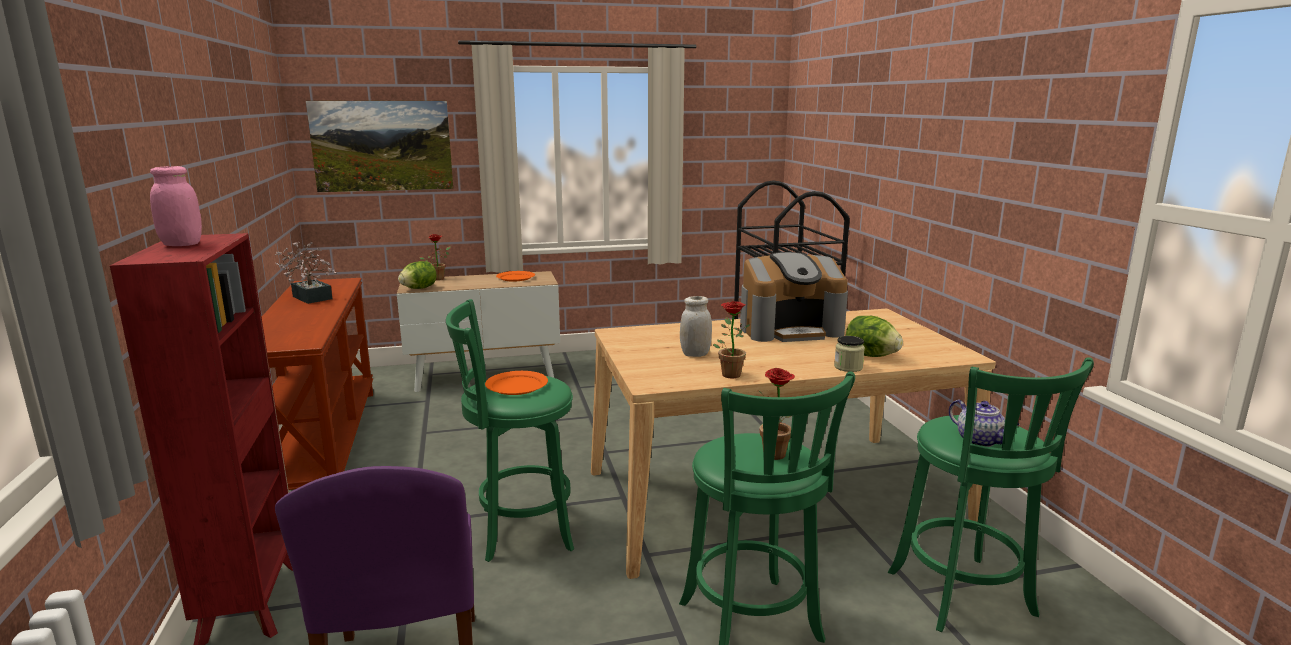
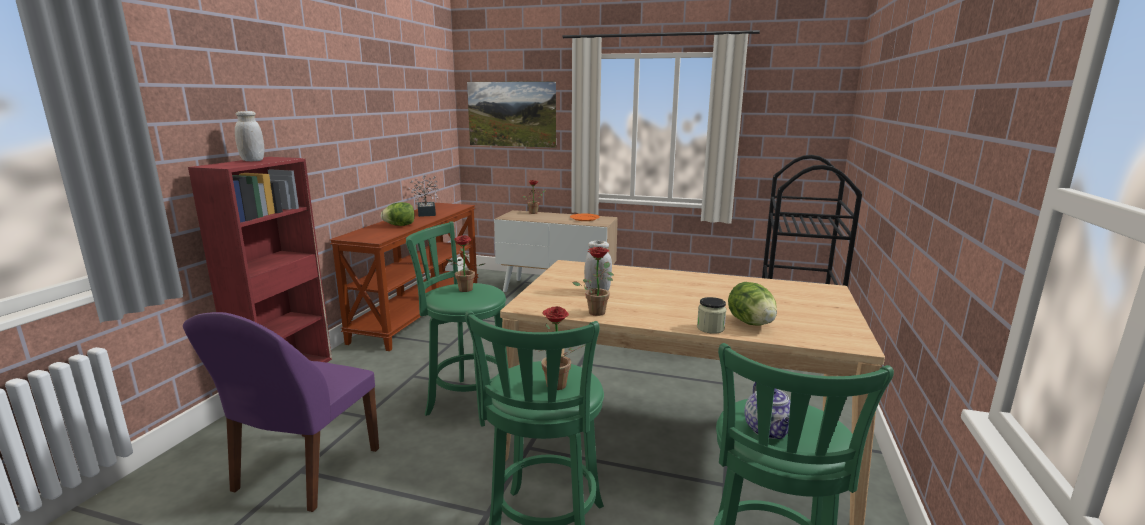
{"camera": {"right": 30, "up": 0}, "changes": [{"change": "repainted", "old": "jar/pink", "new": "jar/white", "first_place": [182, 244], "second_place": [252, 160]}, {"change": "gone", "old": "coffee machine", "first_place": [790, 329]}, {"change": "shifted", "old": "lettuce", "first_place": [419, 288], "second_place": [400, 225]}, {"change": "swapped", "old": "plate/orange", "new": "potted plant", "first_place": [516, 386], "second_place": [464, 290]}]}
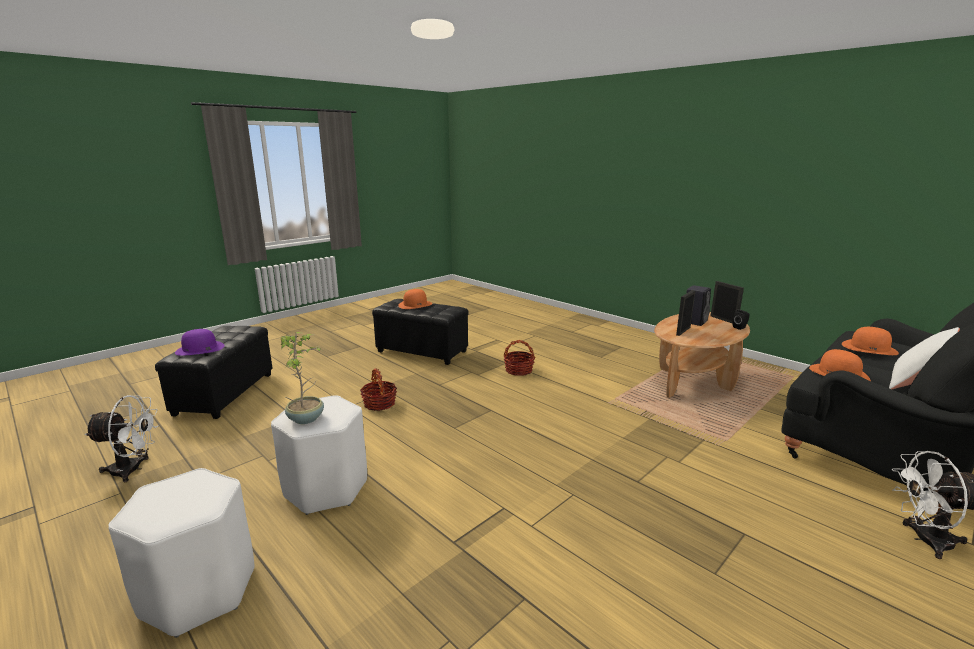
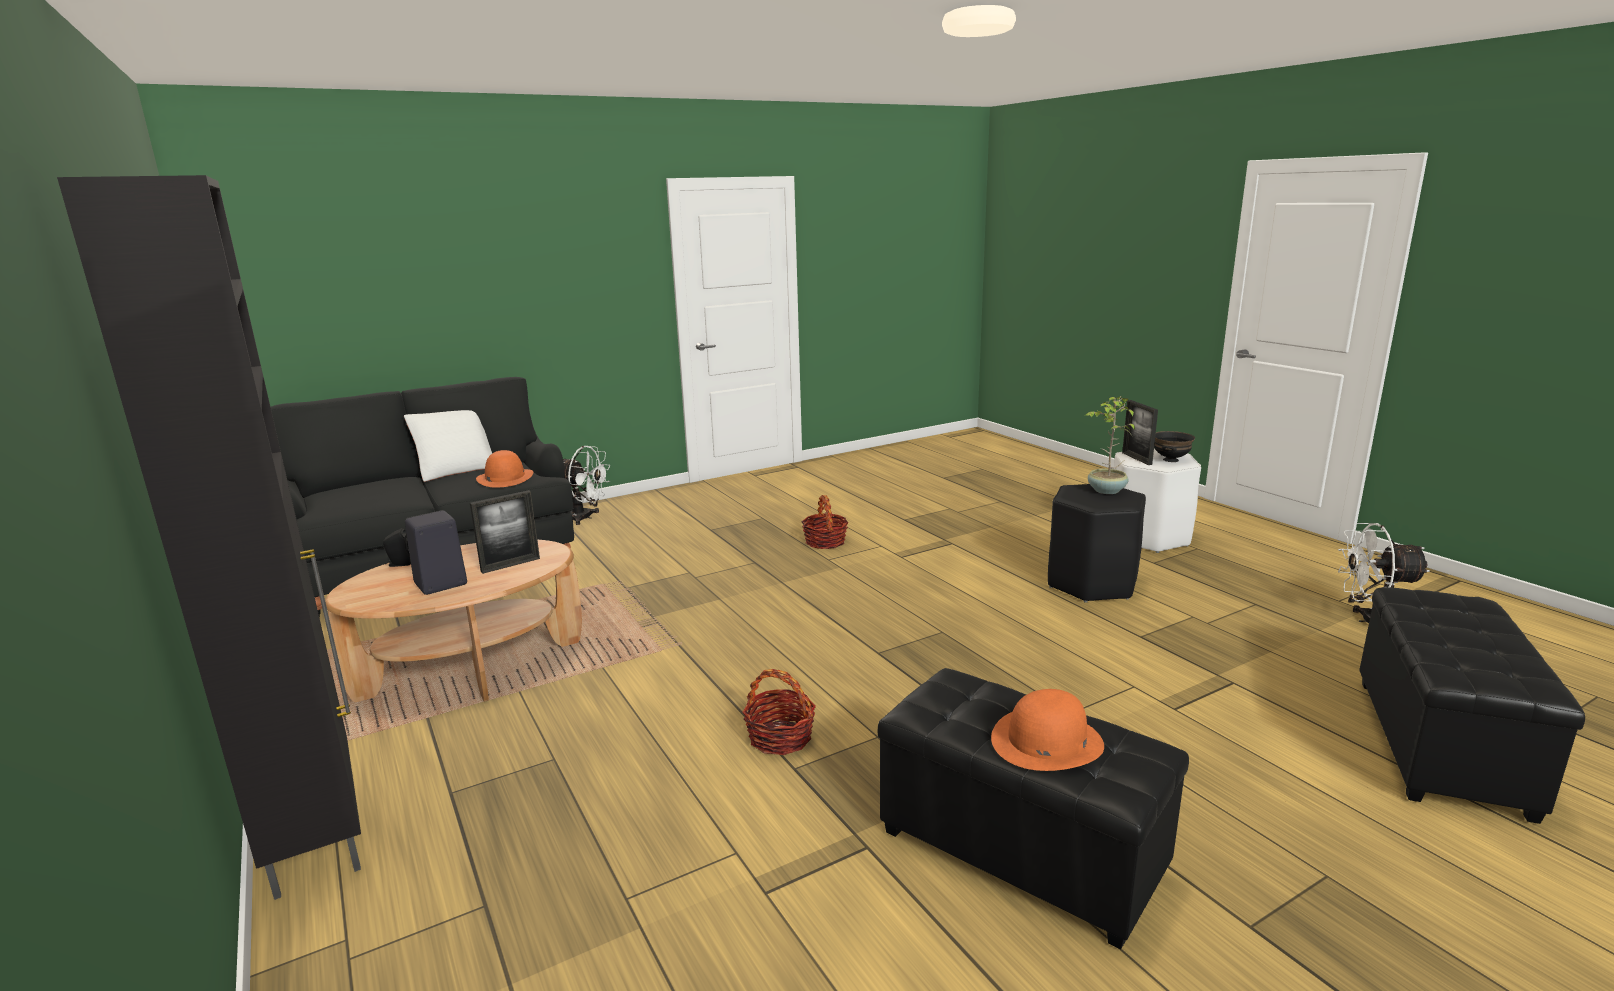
{"camera": {"right": -165, "up": 0}, "changes": [{"change": "shifted", "old": "picture frame", "first_place": [723, 320], "second_place": [1136, 458]}, {"change": "gone", "old": "hat/orange", "first_place": [869, 348]}, {"change": "gone", "old": "hat/purple", "first_place": [199, 349]}, {"change": "shifted", "old": "basket", "first_place": [379, 403], "second_place": [825, 542]}, {"change": "repainted", "old": "stool/white", "new": "stool/black", "first_place": [326, 488], "second_place": [1092, 584]}, {"change": "new", "new": "cabinet/black", "second_place": [316, 828]}, {"change": "new", "new": "bowl/black", "second_place": [1171, 460]}]}
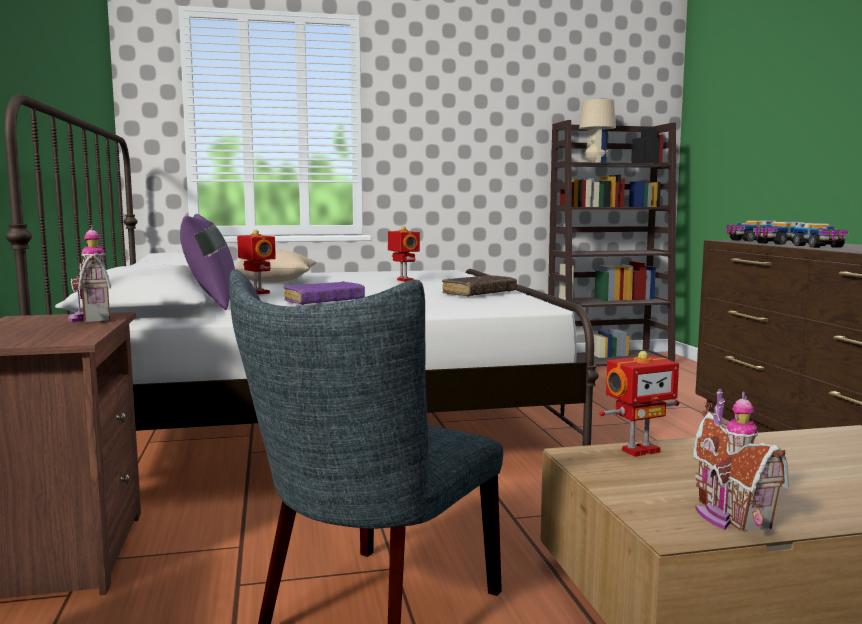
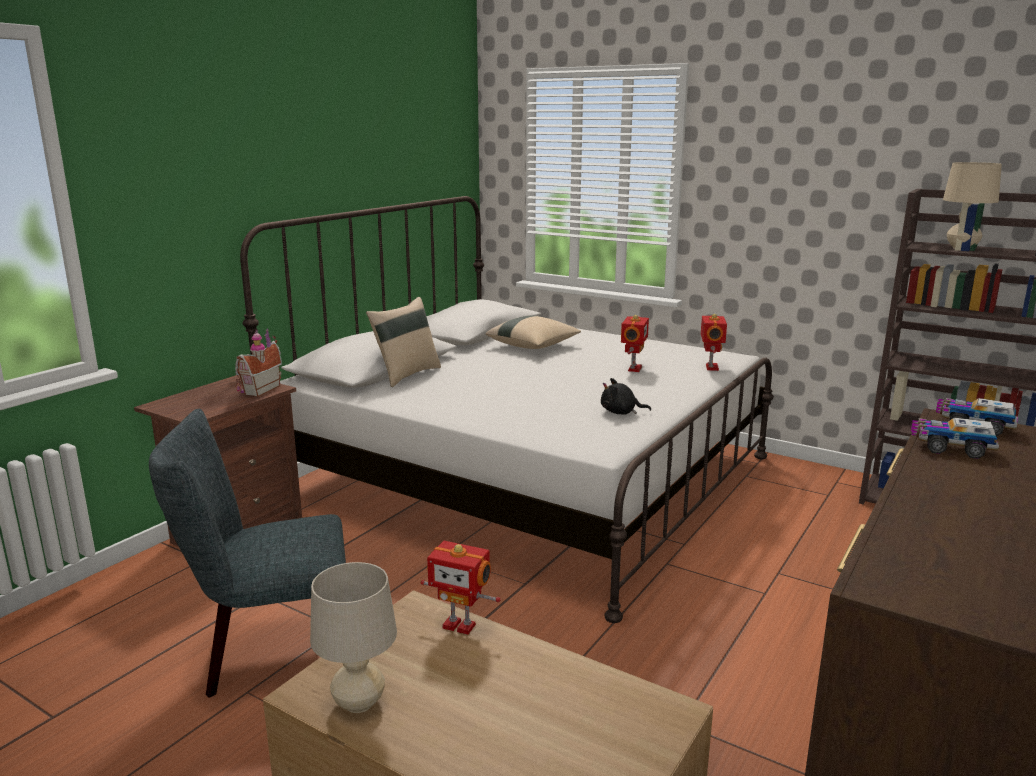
{"camera": {"right": 45, "up": 10}, "changes": [{"change": "repainted", "old": "pillow/purple", "new": "pillow/beige", "first_place": [211, 304], "second_place": [406, 374]}, {"change": "gone", "old": "toy truck", "first_place": [818, 246]}, {"change": "shifted", "old": "toy robot", "first_place": [258, 293], "second_place": [710, 367]}, {"change": "swapped", "old": "book/brown", "new": "plush toy/black", "first_place": [479, 293], "second_place": [621, 412]}, {"change": "gone", "old": "book/purple", "first_place": [324, 301]}, {"change": "swapped", "old": "toy house", "new": "table lamp/beige", "first_place": [727, 516], "second_place": [359, 703]}]}
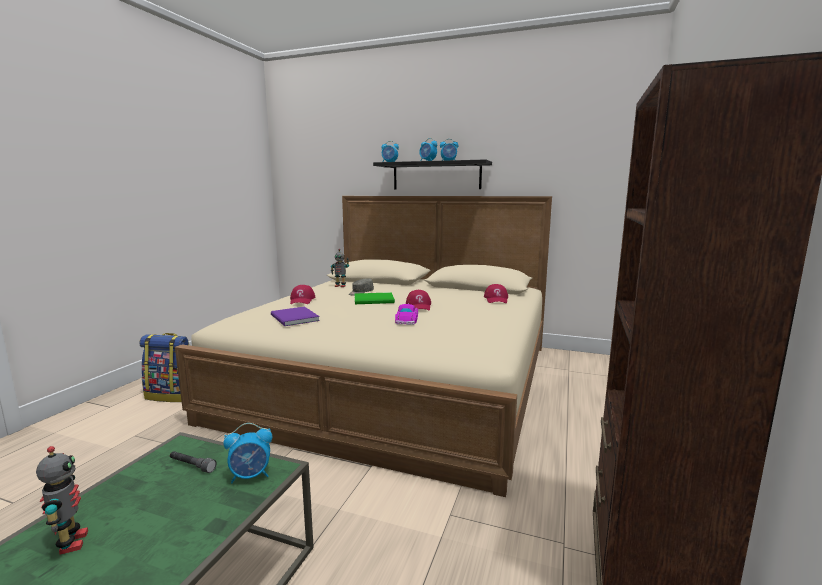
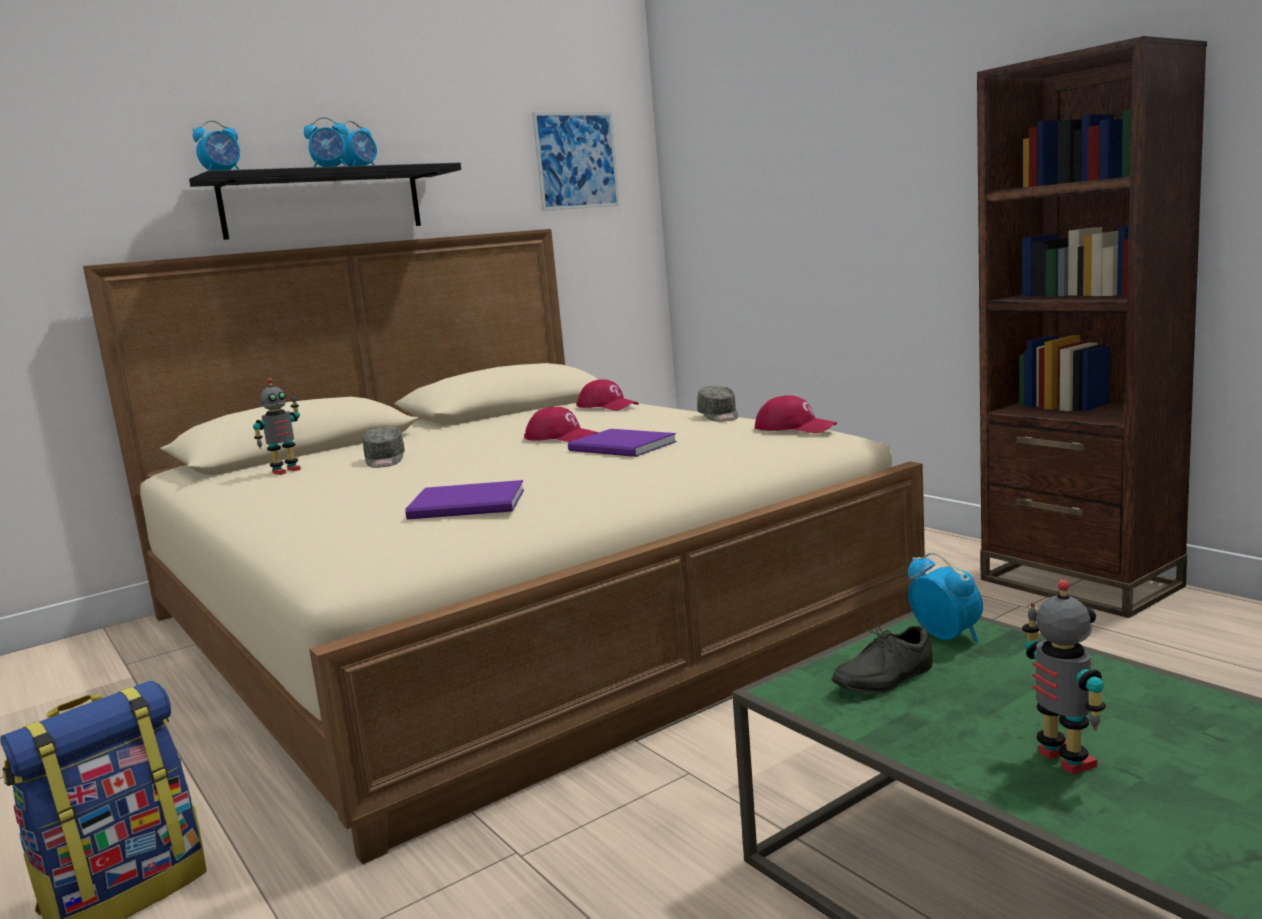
{"camera": {"right": -55, "up": 0}, "changes": [{"change": "shifted", "old": "cap/red", "first_place": [302, 300], "second_place": [795, 428]}, {"change": "gone", "old": "book/green", "first_place": [375, 300]}, {"change": "swapped", "old": "toy car", "new": "book/purple", "first_place": [406, 319], "second_place": [623, 447]}, {"change": "rotated", "old": "alarm clock", "first_place": [251, 476], "second_place": [946, 636], "degrees": -45}, {"change": "rotated", "old": "toy robot", "first_place": [71, 543], "second_place": [1063, 761], "degrees": 60}, {"change": "swapped", "old": "flashlight/grey", "new": "shoe/grey", "first_place": [192, 466], "second_place": [881, 677]}, {"change": "new", "new": "picture", "second_place": [576, 160]}, {"change": "new", "new": "cap/grey", "second_place": [719, 416]}]}
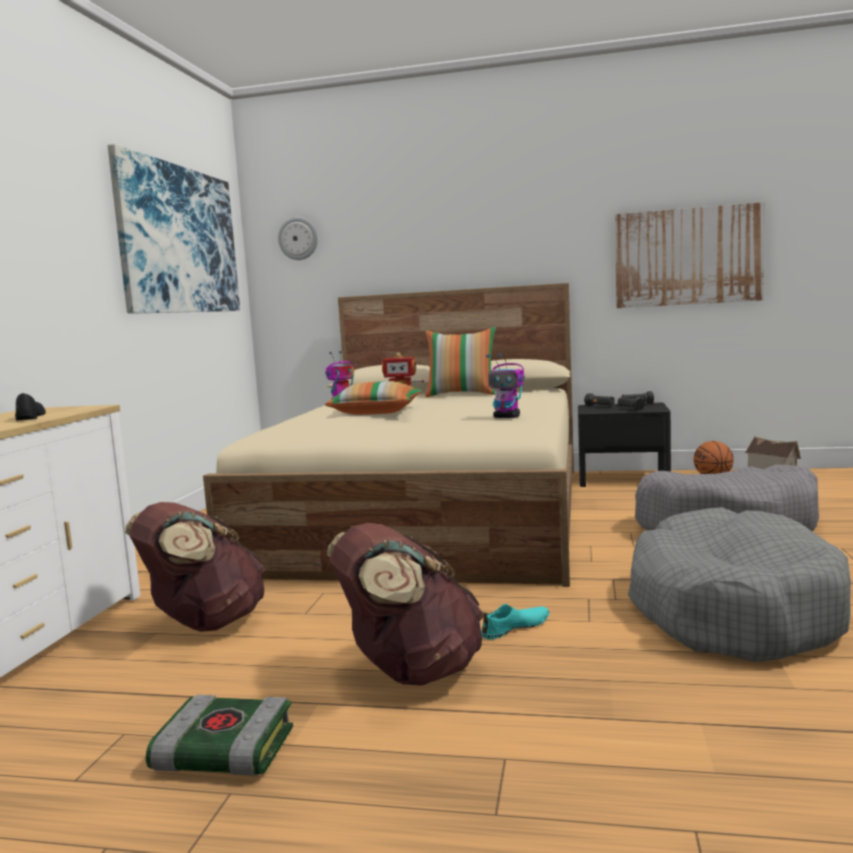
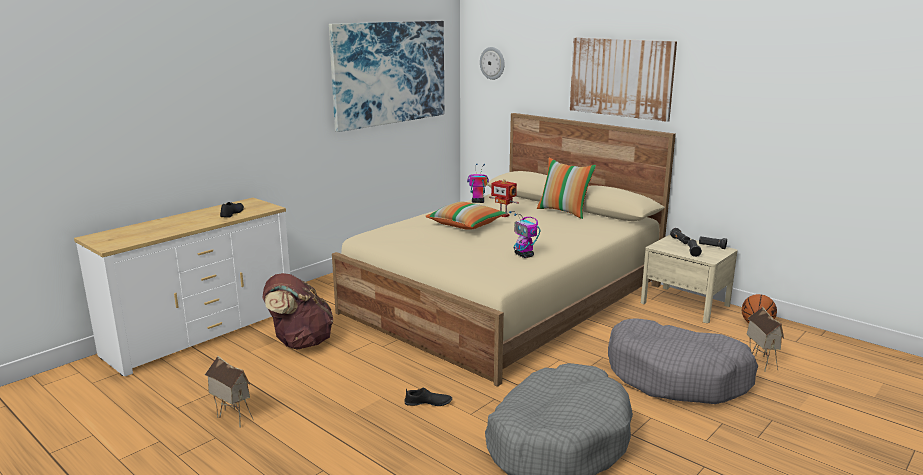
{"camera": {"right": 30, "up": 10}, "changes": [{"change": "shifted", "old": "picture", "first_place": [688, 257], "second_place": [620, 78]}, {"change": "repainted", "old": "nightstand/black", "new": "nightstand/beige", "first_place": [623, 478], "second_place": [685, 304]}, {"change": "gone", "old": "backpack/brown", "first_place": [409, 672]}, {"change": "repainted", "old": "shoe/turquoise", "new": "shoe/black", "first_place": [515, 628], "second_place": [428, 403]}, {"change": "swapped", "old": "book", "new": "toy house", "first_place": [222, 753], "second_place": [232, 418]}]}
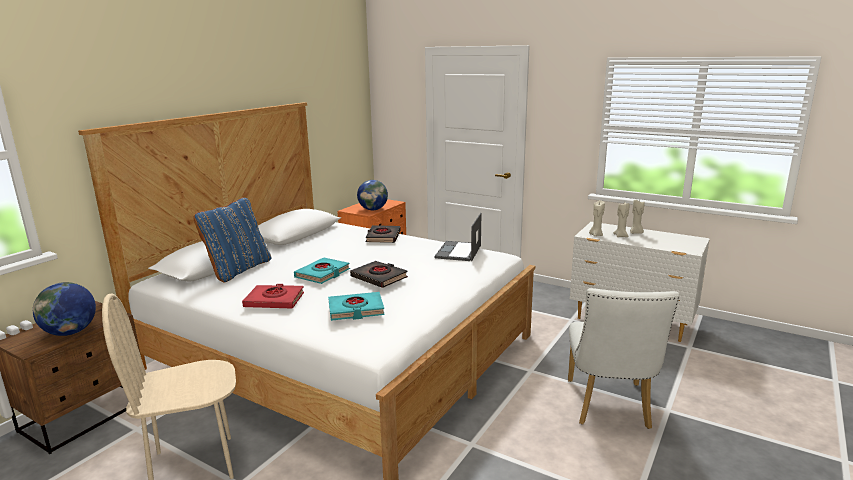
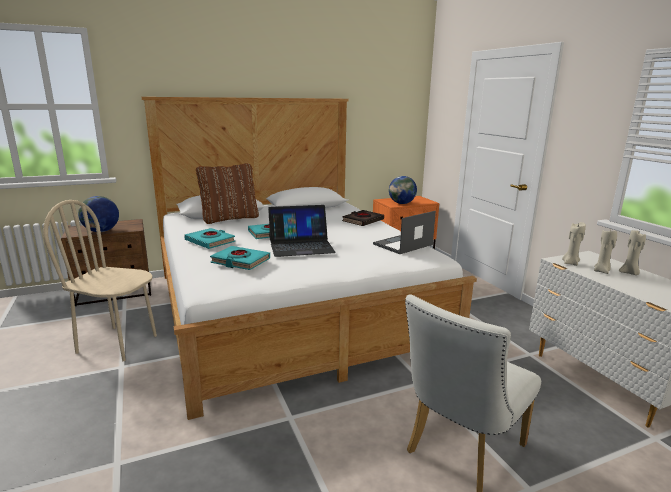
{"camera": {"right": 35, "up": 0}, "changes": [{"change": "repainted", "old": "pillow/blue", "new": "pillow/brown", "first_place": [238, 269], "second_place": [230, 218]}, {"change": "swapped", "old": "book/black", "new": "laptop", "first_place": [379, 277], "second_place": [301, 246]}, {"change": "repainted", "old": "book/red", "new": "book/turquoise", "first_place": [274, 300], "second_place": [210, 241]}]}
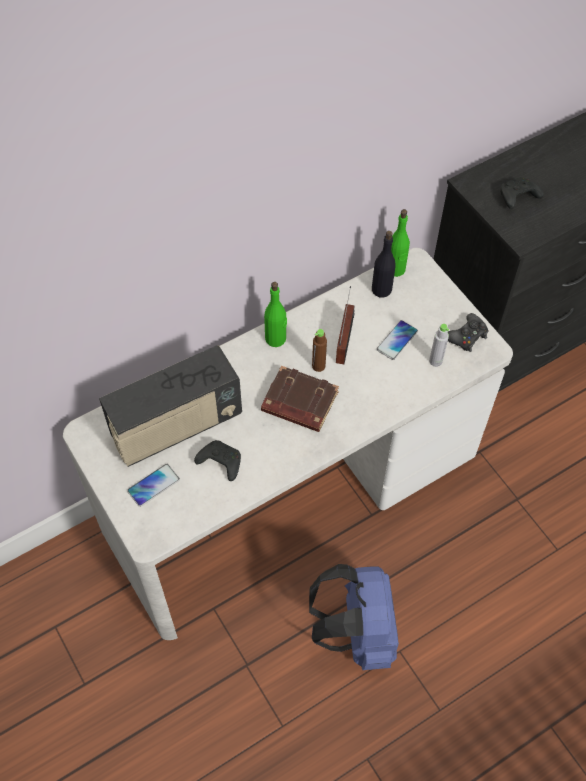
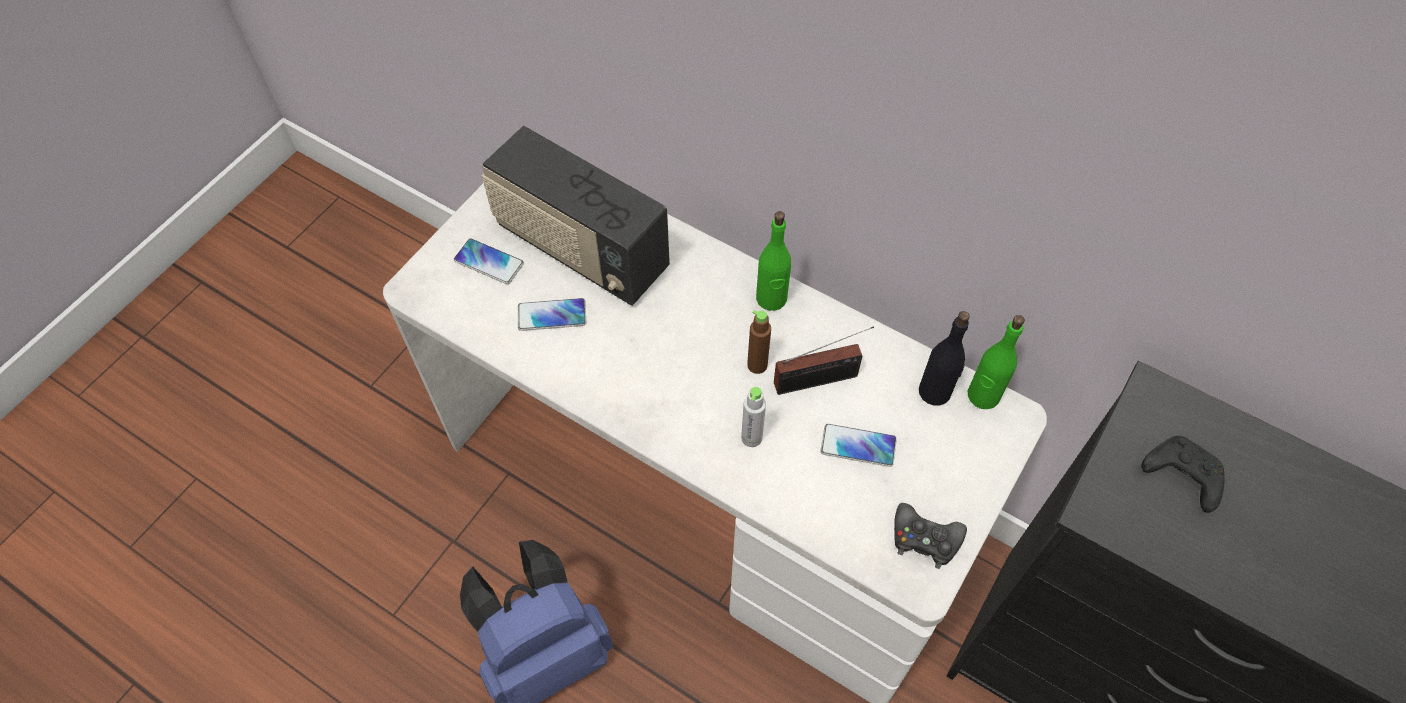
{"camera": {"right": 65, "up": 0}, "changes": [{"change": "shifted", "old": "bottle/grey", "first_place": [435, 361], "second_place": [751, 438]}, {"change": "gone", "old": "book/brown", "first_place": [298, 403]}, {"change": "swapped", "old": "game controller/black", "new": "phone", "first_place": [219, 462], "second_place": [552, 315]}]}
